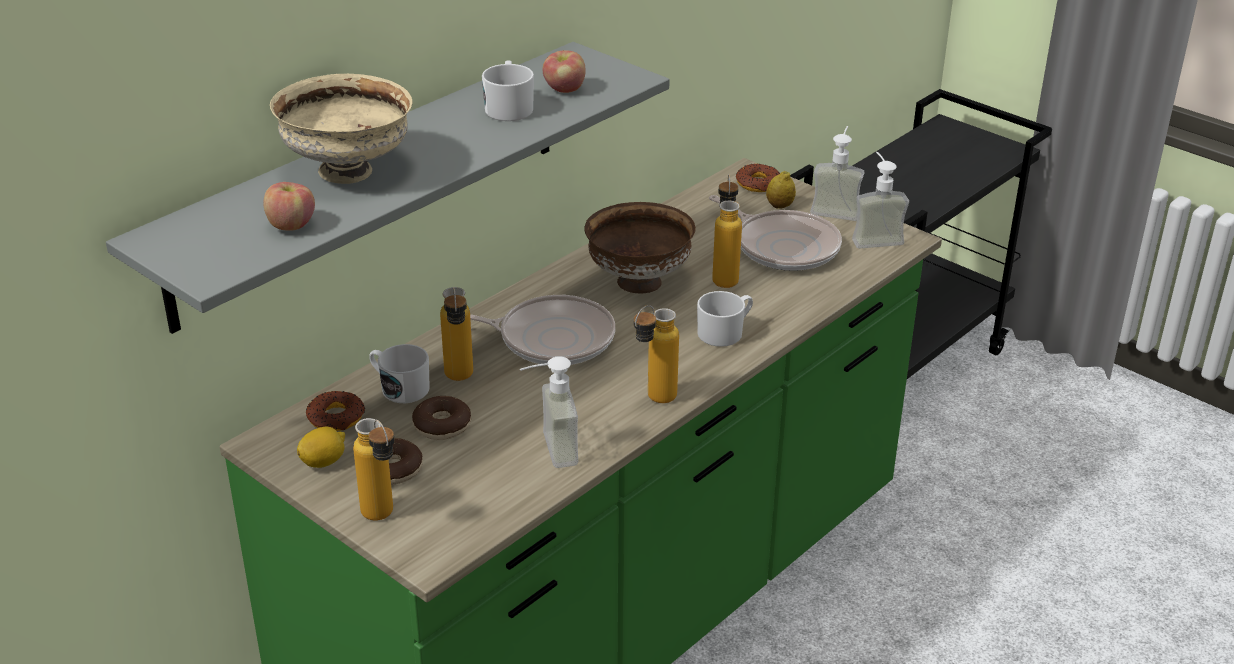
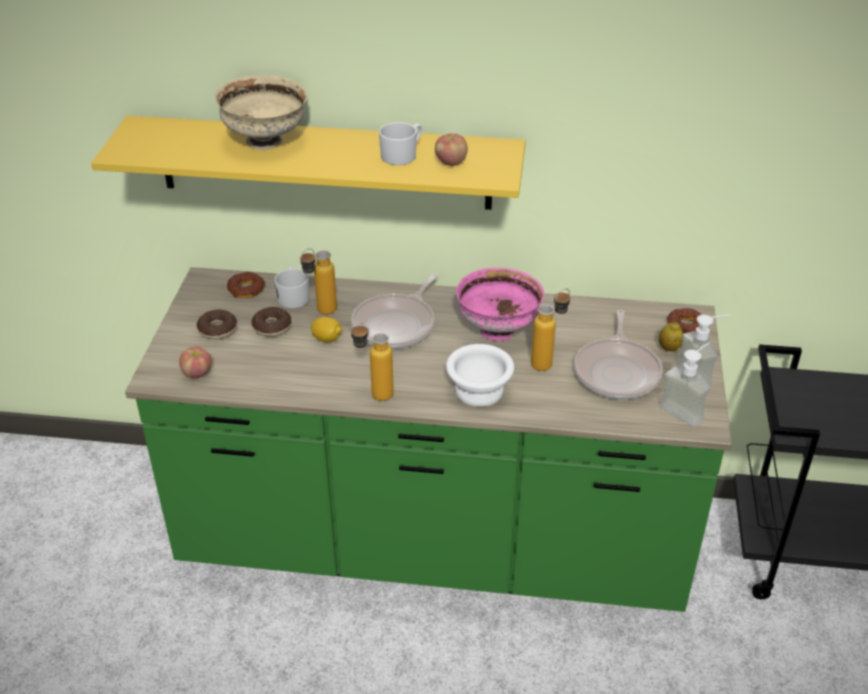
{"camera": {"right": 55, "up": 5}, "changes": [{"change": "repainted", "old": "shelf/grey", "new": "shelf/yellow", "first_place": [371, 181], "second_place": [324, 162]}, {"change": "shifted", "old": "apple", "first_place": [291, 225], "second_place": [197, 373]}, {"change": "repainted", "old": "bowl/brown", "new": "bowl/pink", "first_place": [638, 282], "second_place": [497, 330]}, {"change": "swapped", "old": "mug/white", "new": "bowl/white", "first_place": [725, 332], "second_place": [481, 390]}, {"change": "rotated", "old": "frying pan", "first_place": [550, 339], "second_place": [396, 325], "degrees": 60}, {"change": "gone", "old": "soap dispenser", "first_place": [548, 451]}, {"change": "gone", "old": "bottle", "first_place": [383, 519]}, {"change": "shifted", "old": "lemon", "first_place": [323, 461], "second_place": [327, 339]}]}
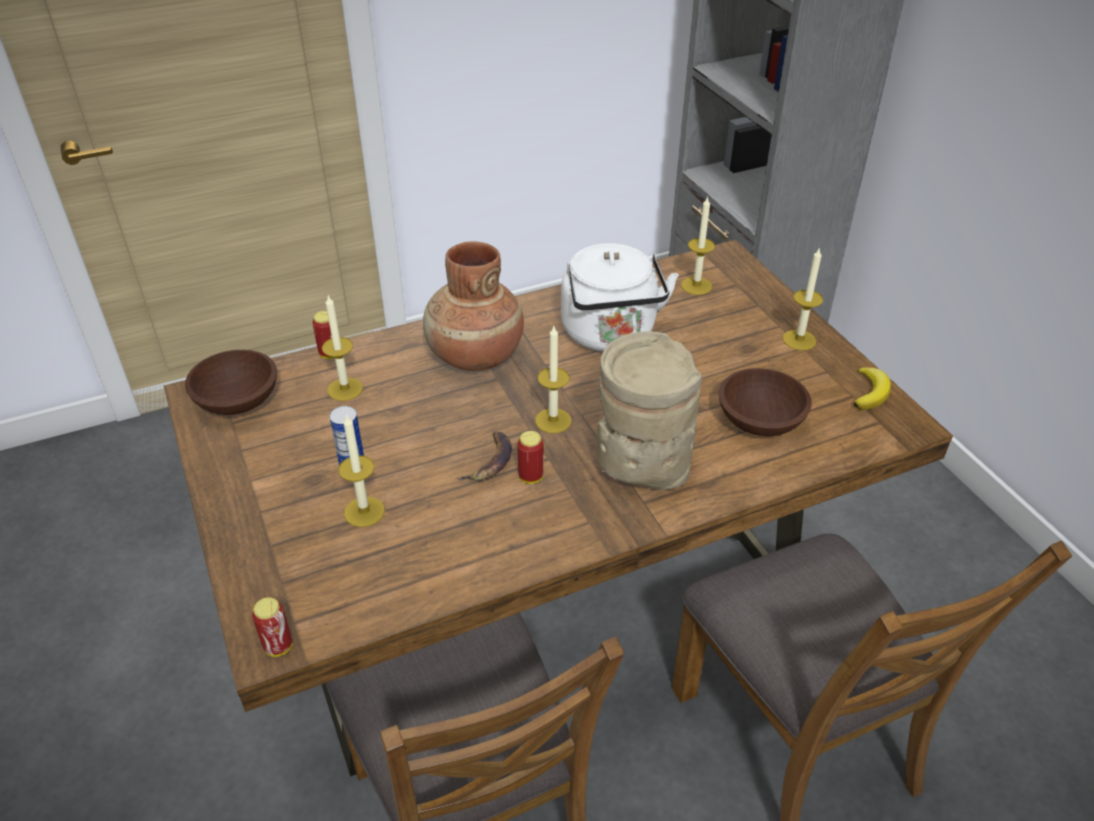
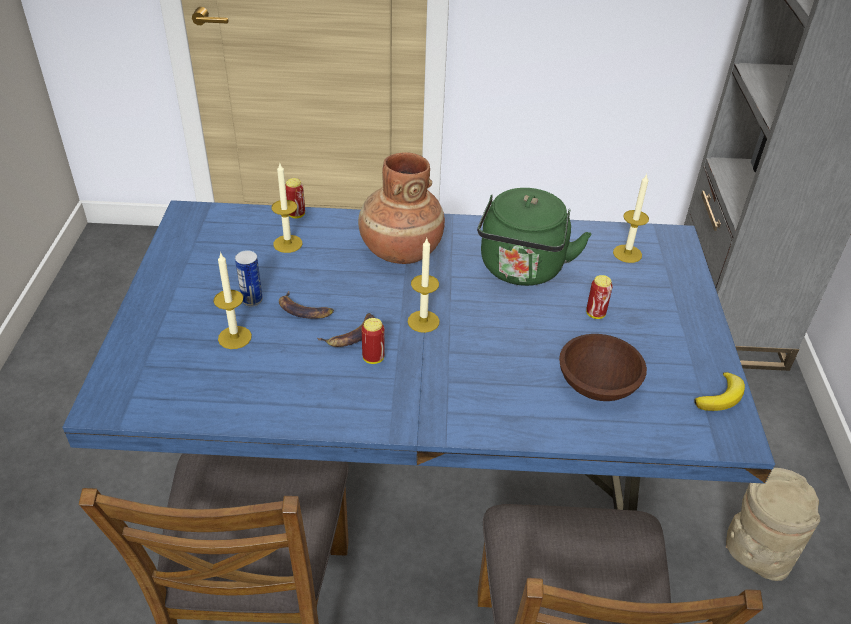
{"camera": {"right": 25, "up": 0}, "changes": [{"change": "repainted", "old": "dining table/brown", "new": "dining table/blue", "first_place": [549, 603], "second_place": [421, 481]}, {"change": "repainted", "old": "kettle/white", "new": "kettle/green", "first_place": [611, 335], "second_place": [521, 270]}, {"change": "gone", "old": "candle", "first_place": [799, 340]}, {"change": "shifted", "old": "vase/beige", "first_place": [640, 466], "second_place": [755, 553]}, {"change": "gone", "old": "bowl/brown", "first_place": [239, 401]}, {"change": "shifted", "old": "can", "first_place": [278, 646], "second_place": [595, 314]}, {"change": "new", "new": "banana", "second_place": [304, 310]}]}
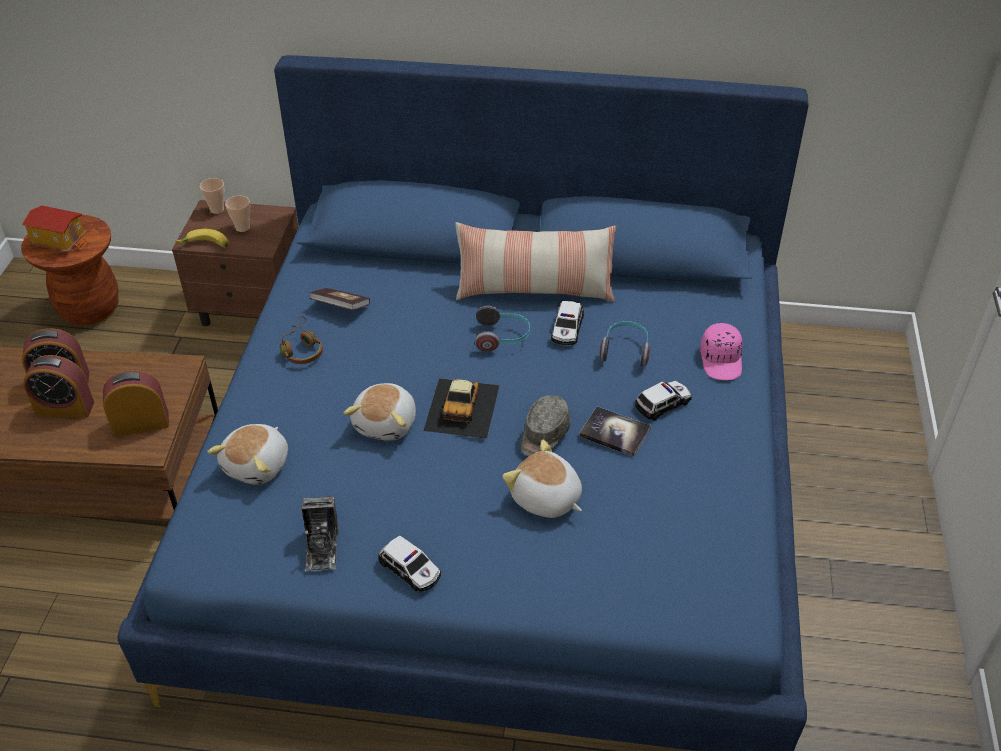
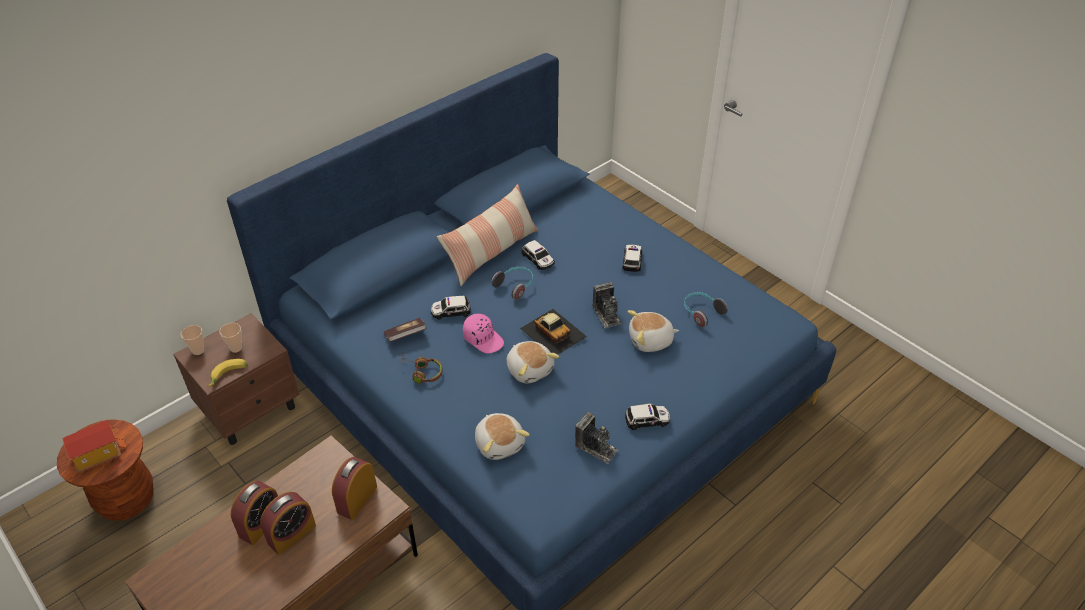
{"camera": {"right": -50, "up": 0}, "changes": [{"change": "shifted", "old": "headphones", "first_place": [625, 350], "second_place": [701, 312]}, {"change": "shifted", "old": "cap/pink", "first_place": [722, 360], "second_place": [483, 339]}, {"change": "swapped", "old": "cap/grey", "new": "photo camera", "first_place": [543, 435], "second_place": [607, 314]}, {"change": "gone", "old": "book", "first_place": [615, 432]}, {"change": "new", "new": "toy car", "second_place": [450, 311]}]}
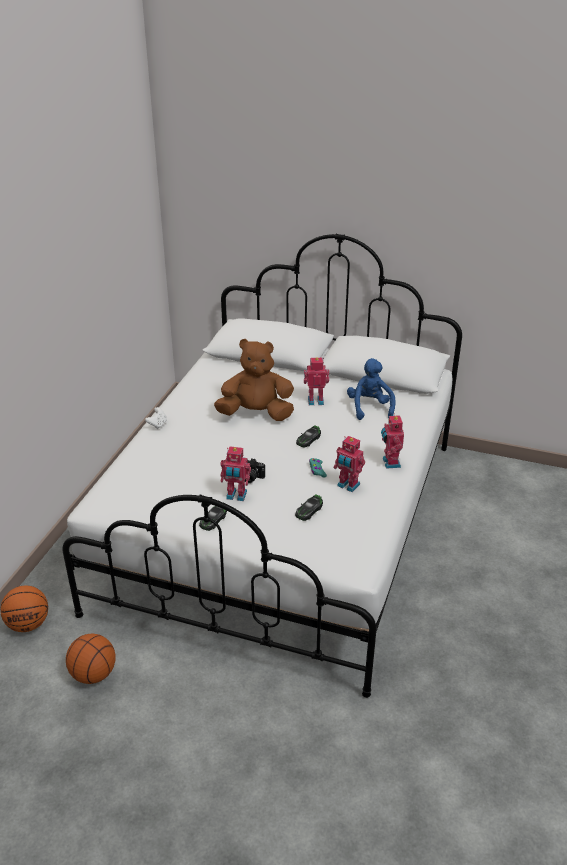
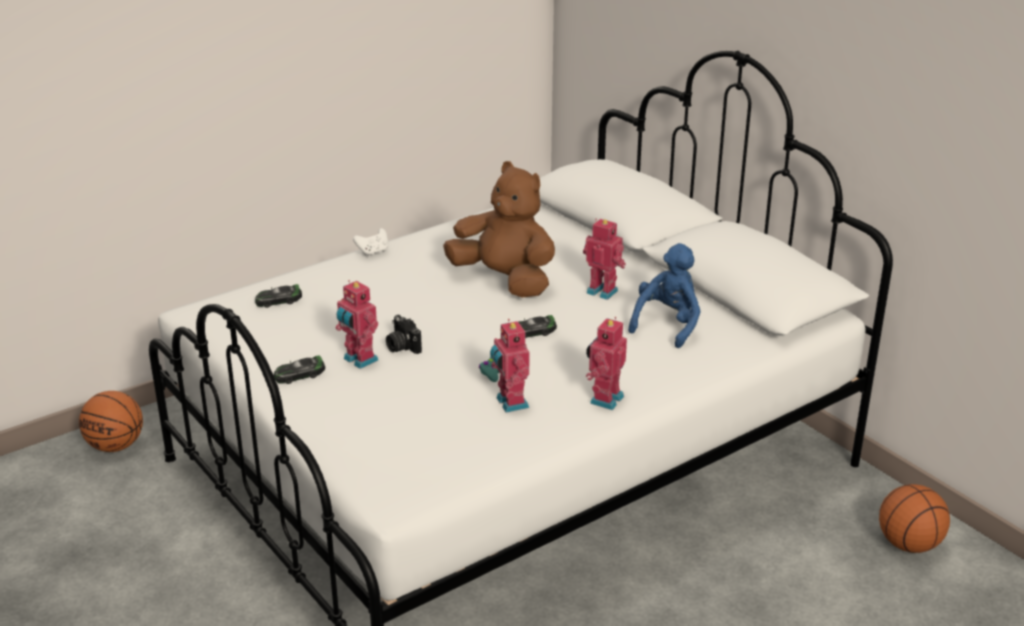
{"camera": {"right": 35, "up": -5}, "changes": [{"change": "shifted", "old": "toy car", "first_place": [309, 510], "second_place": [279, 300]}, {"change": "shifted", "old": "basketball", "first_place": [94, 674], "second_place": [909, 544]}]}
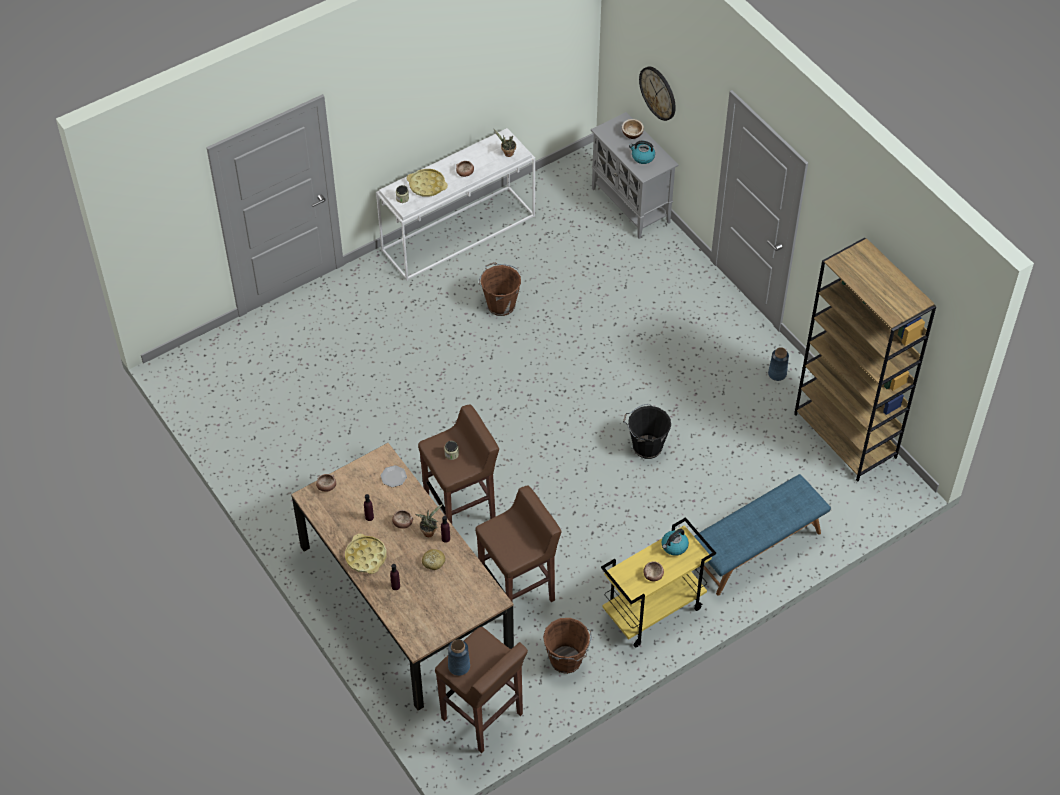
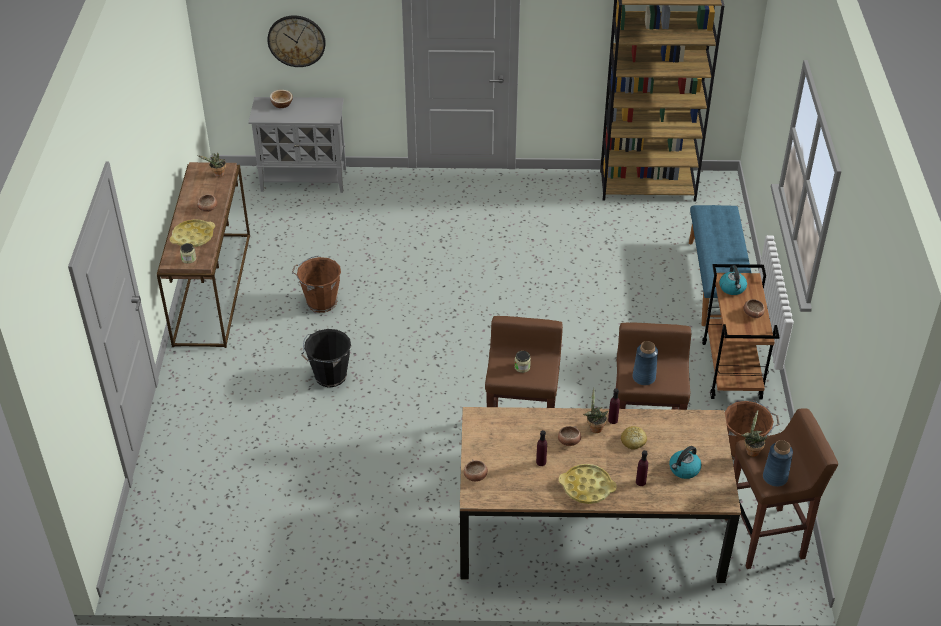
{"camera": {"right": -55, "up": -10}, "changes": [{"change": "repainted", "old": "console table/white", "new": "console table/brown", "first_place": [459, 232], "second_place": [211, 288]}, {"change": "shifted", "old": "kettle", "first_place": [642, 157], "second_place": [684, 469]}, {"change": "shifted", "old": "vase/blue", "first_place": [777, 374], "second_place": [643, 377]}, {"change": "shifted", "old": "bucket/black", "first_place": [646, 446], "second_place": [329, 376]}, {"change": "gone", "old": "plate", "first_place": [393, 476]}, {"change": "repainted", "old": "cart/yellow", "new": "cart/brown", "first_place": [653, 611], "second_place": [732, 371]}, {"change": "new", "new": "potted plant", "second_place": [751, 450]}]}
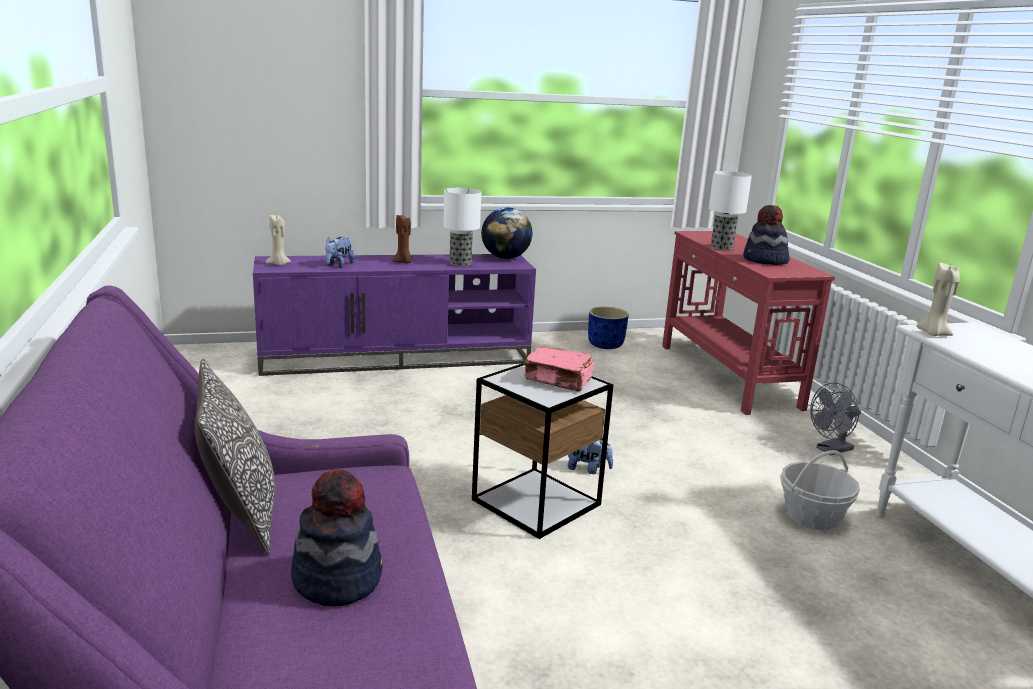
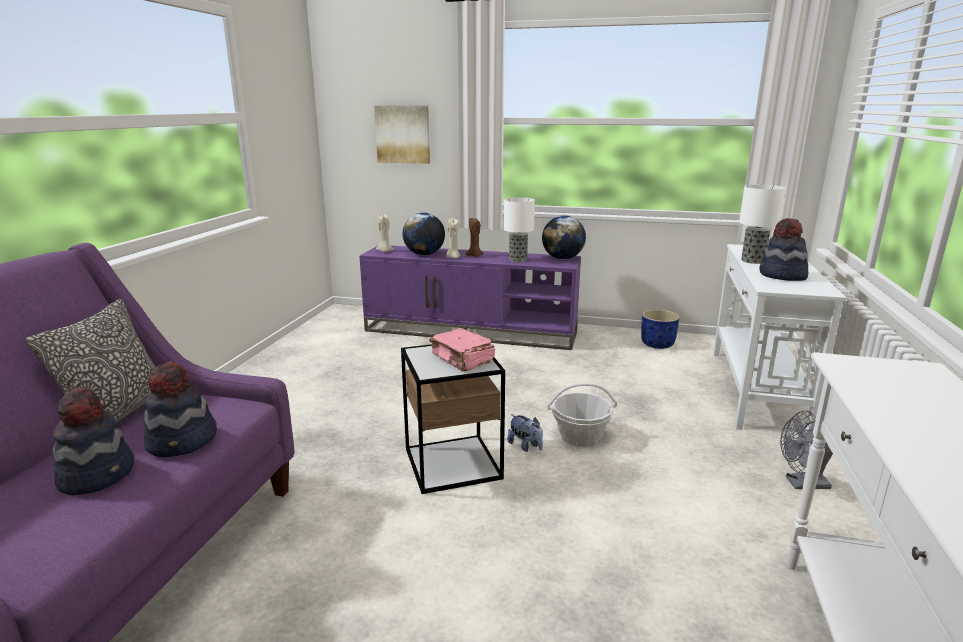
{"camera": {"right": 30, "up": 0}, "changes": [{"change": "repainted", "old": "console table/red", "new": "console table/white", "first_place": [727, 376], "second_place": [755, 389]}, {"change": "swapped", "old": "plush toy", "new": "globe", "first_place": [338, 265], "second_place": [424, 254]}, {"change": "shifted", "old": "candle/beige", "first_place": [933, 334], "second_place": [453, 257]}, {"change": "shifted", "old": "basket", "first_place": [812, 516], "second_place": [580, 436]}, {"change": "new", "new": "picture", "second_place": [403, 134]}, {"change": "new", "new": "hat", "second_place": [183, 441]}]}
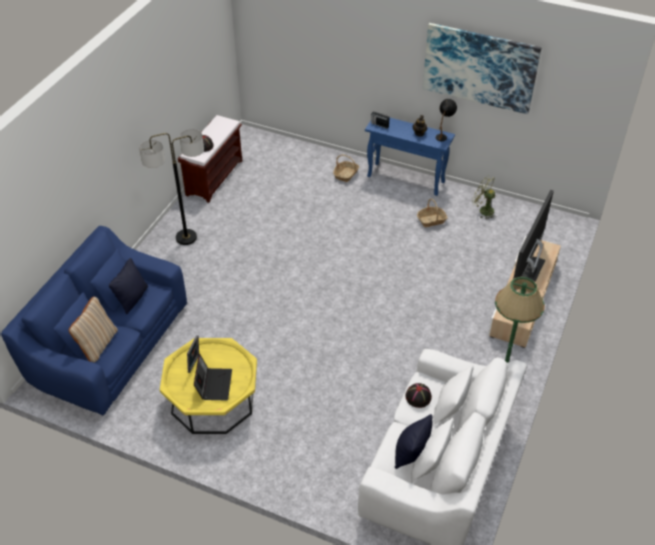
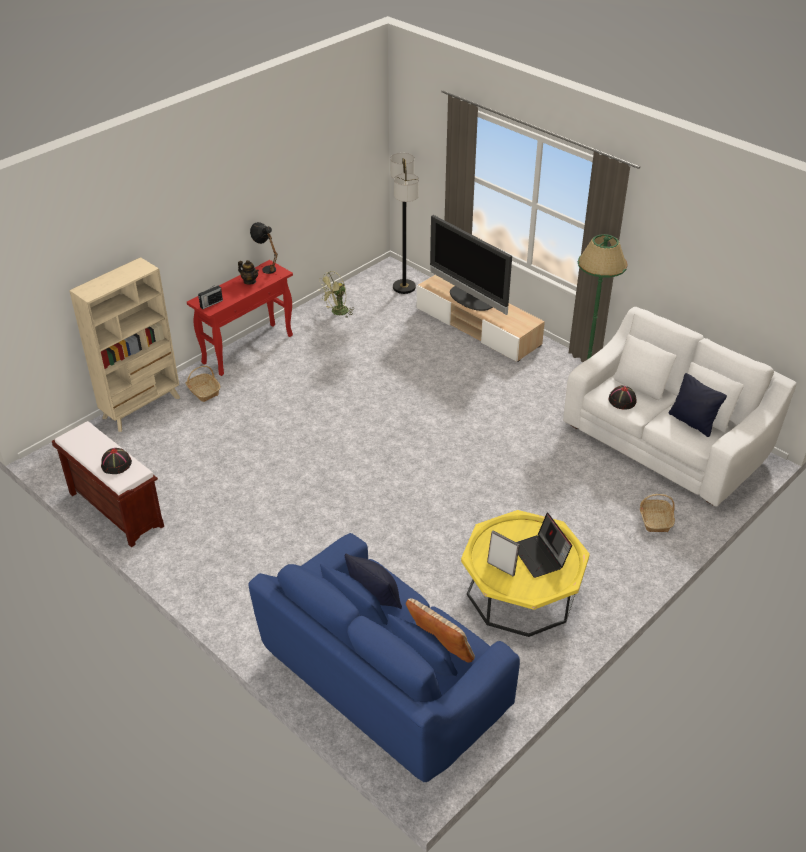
{"camera": {"right": -70, "up": -5}, "changes": [{"change": "gone", "old": "picture", "first_place": [479, 67]}, {"change": "repainted", "old": "console table/blue", "new": "console table/red", "first_place": [406, 179], "second_place": [248, 349]}, {"change": "shifted", "old": "floor lamp", "first_place": [186, 237], "second_place": [404, 287]}, {"change": "shifted", "old": "basket", "first_place": [431, 220], "second_place": [655, 520]}, {"change": "rotated", "old": "laptop", "first_place": [214, 384], "second_place": [540, 556], "degrees": -135}, {"change": "new", "new": "bookcase/beige", "second_place": [142, 407]}]}
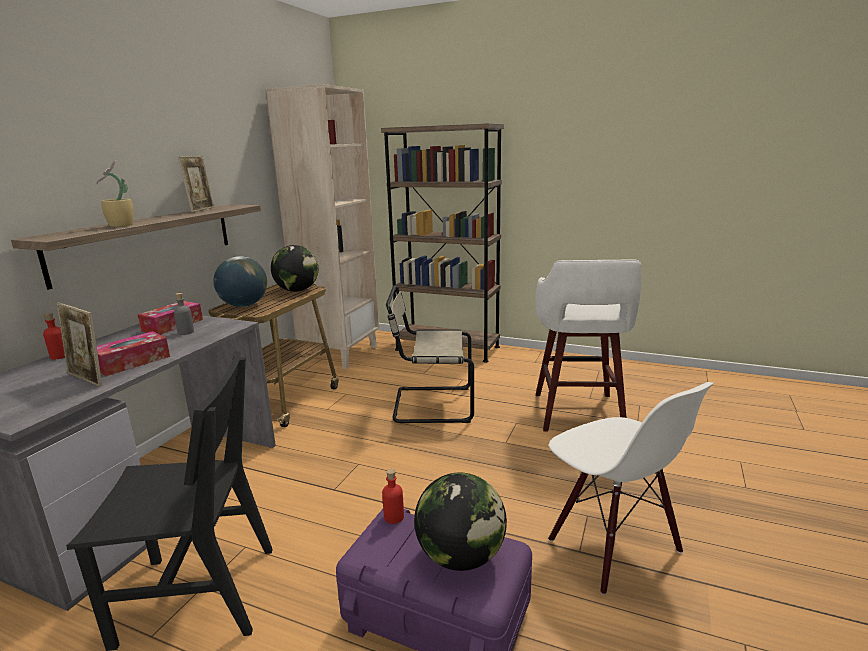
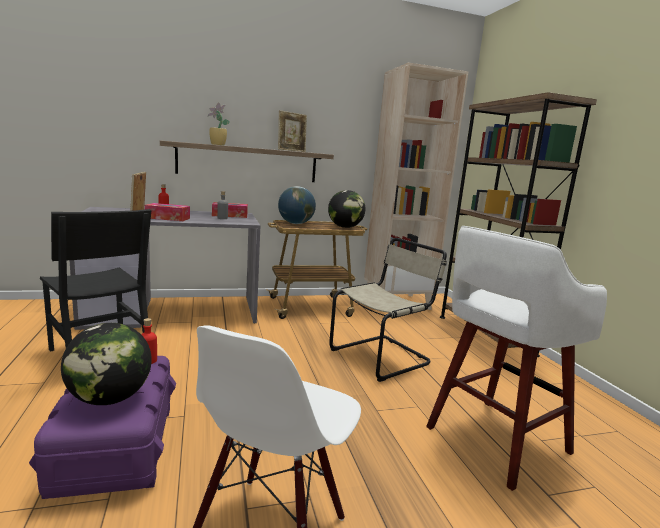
{"camera": {"right": 50, "up": -5}, "changes": [{"change": "rotated", "old": "chair/beige", "first_place": [430, 405], "second_place": [382, 356], "degrees": 90}]}
